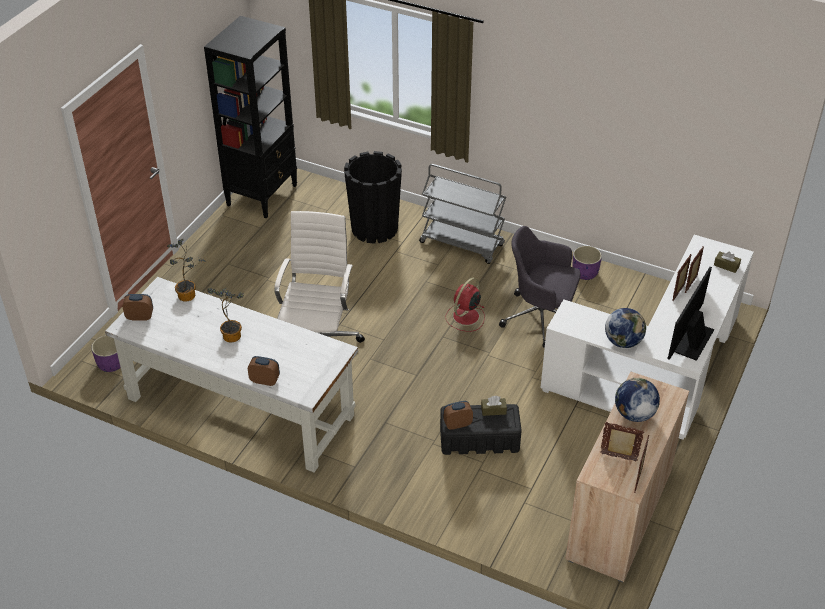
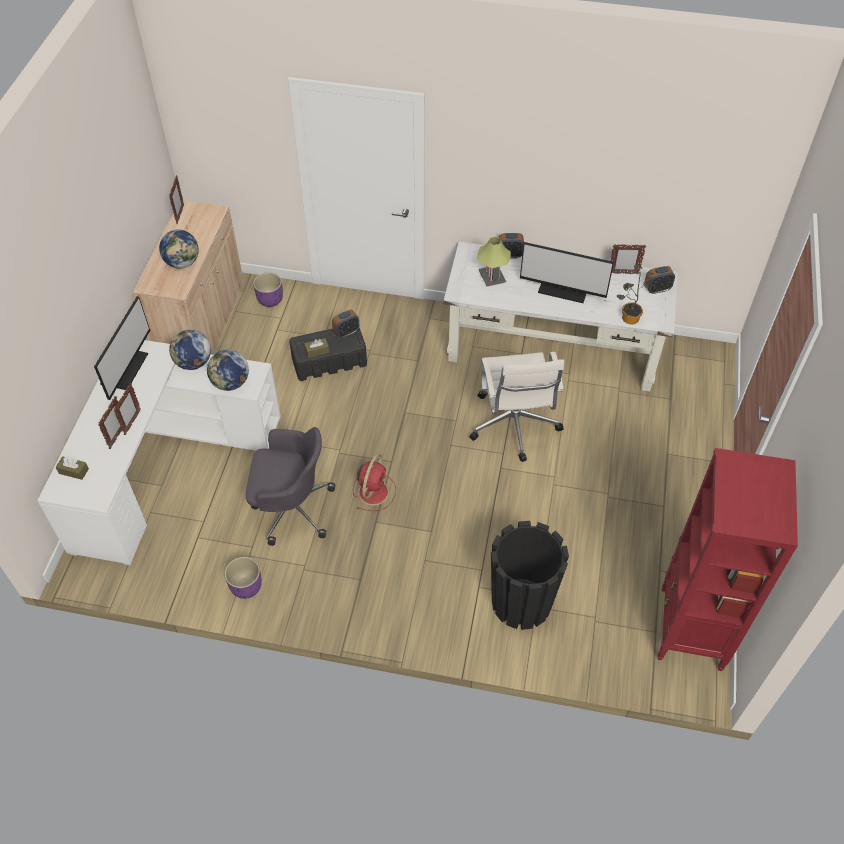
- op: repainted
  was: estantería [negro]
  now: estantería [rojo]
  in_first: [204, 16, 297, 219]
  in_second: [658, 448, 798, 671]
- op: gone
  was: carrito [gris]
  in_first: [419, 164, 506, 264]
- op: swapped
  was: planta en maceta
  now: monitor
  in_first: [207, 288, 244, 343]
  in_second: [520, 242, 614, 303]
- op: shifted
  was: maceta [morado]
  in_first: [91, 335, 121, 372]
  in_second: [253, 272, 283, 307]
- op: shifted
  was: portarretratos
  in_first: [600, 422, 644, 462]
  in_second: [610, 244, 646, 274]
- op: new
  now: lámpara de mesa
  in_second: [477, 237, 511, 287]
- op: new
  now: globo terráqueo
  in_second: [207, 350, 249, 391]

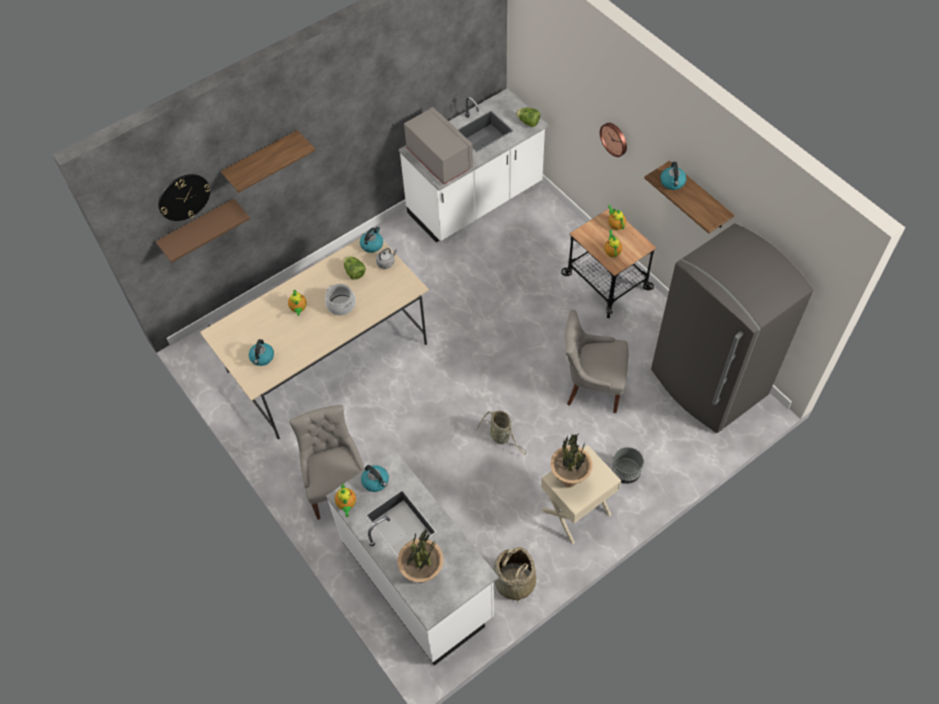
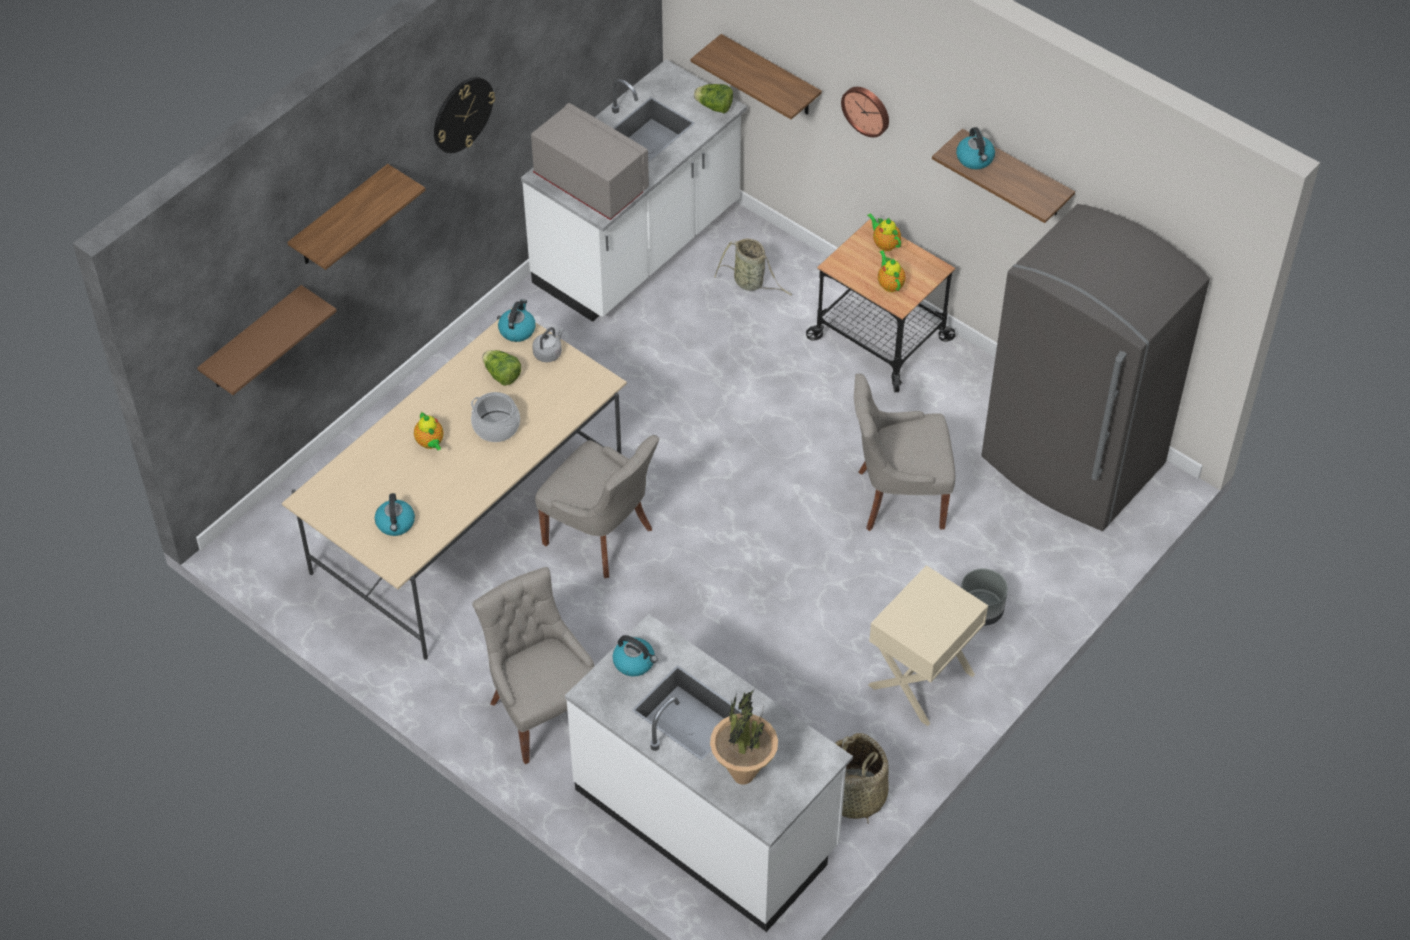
- op: shifted
  was: reloj de pared
  in_first: [158, 174, 210, 221]
  in_second: [434, 77, 495, 153]
- op: shifted
  was: cesta
  in_first: [476, 411, 527, 455]
  in_second: [714, 239, 792, 295]
- op: gone
  was: planta en maceta
  in_first: [550, 433, 593, 487]
- op: gone
  was: tetera
  in_first: [335, 483, 356, 517]
- op: new
  now: estante
  in_second: [691, 34, 822, 120]
- op: new
  now: silla [gris]
  in_second: [535, 435, 659, 578]

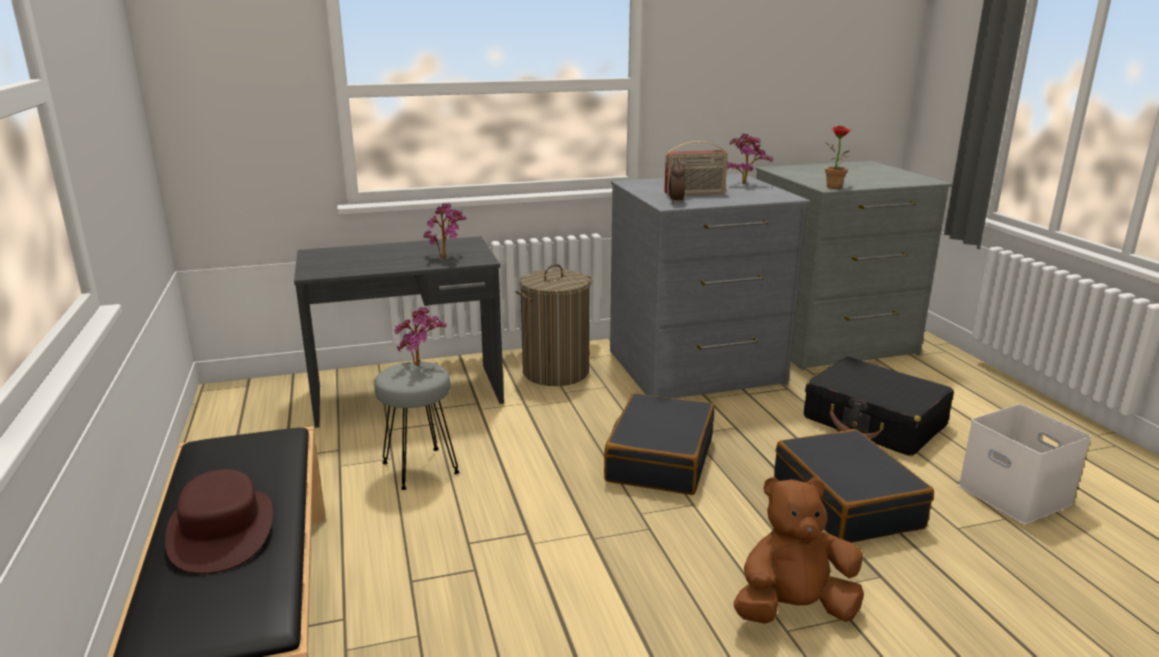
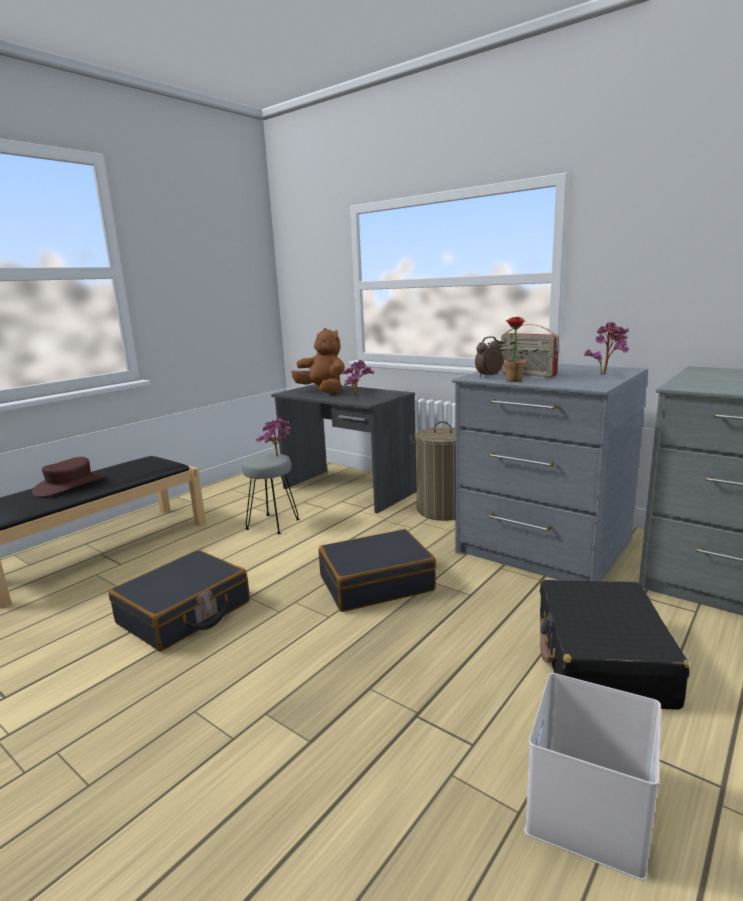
- op: shifted
  was: planta en maceta
  in_first: [825, 126, 852, 189]
  in_second: [498, 317, 540, 382]
- op: shifted
  was: maleta [negro]
  in_first: [774, 429, 934, 543]
  in_second: [109, 550, 250, 651]
- op: shifted
  was: peluche [marrón]
  in_first: [734, 477, 864, 624]
  in_second: [291, 328, 345, 394]

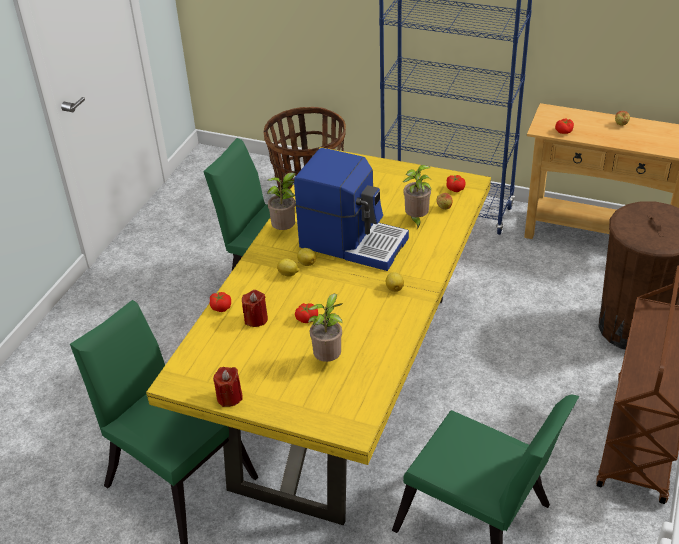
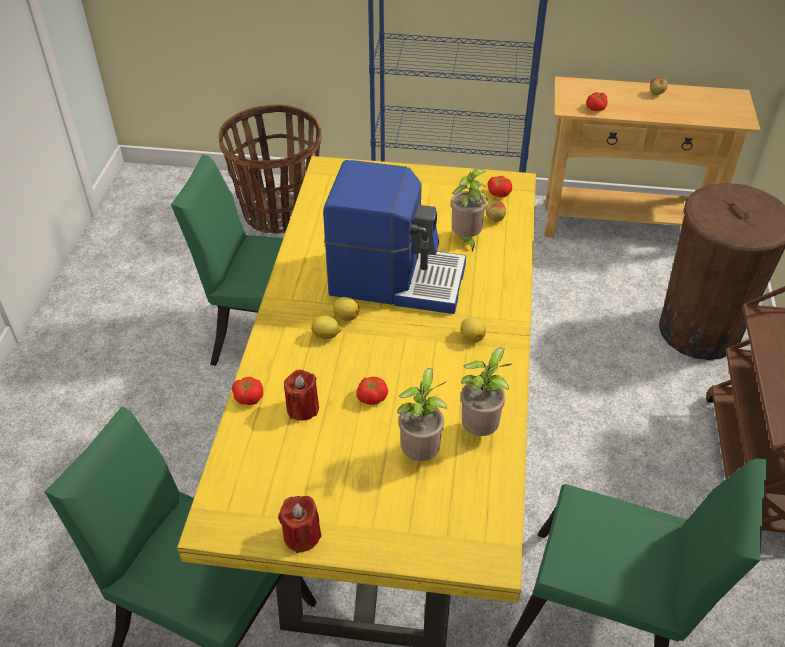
- op: shifted
  was: planta en maceta
  in_first: [267, 172, 296, 230]
  in_second: [461, 348, 511, 436]

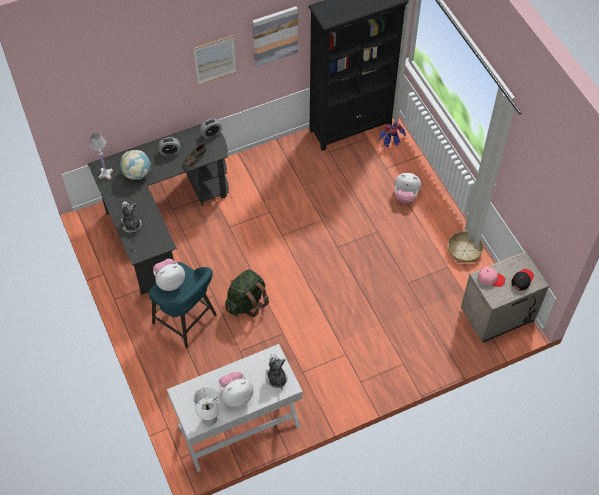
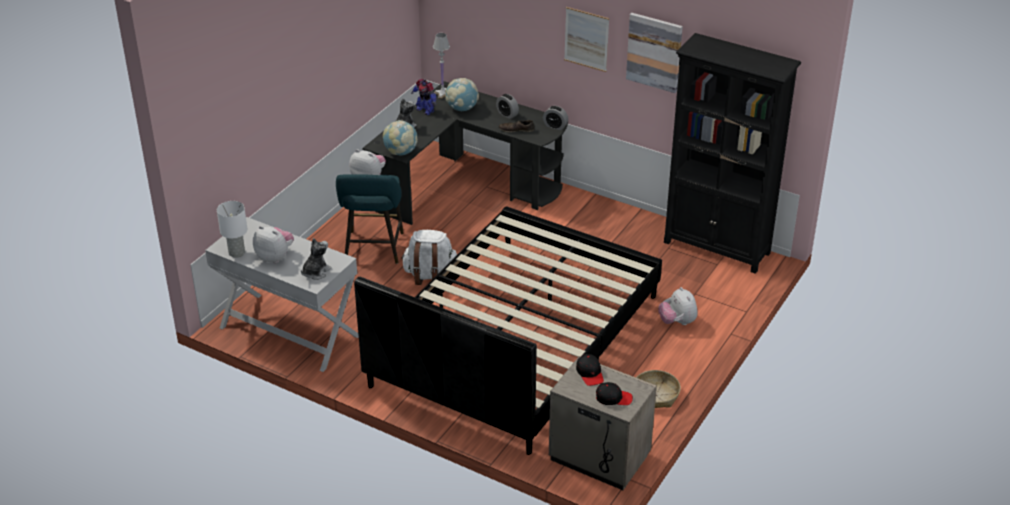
- op: shifted
  was: robot de juguete
  in_first: [379, 123, 406, 147]
  in_second: [411, 79, 437, 115]
- op: repainted
  was: gorra [rosa]
  now: gorra [negro]
  in_first: [478, 267, 505, 287]
  in_second: [576, 354, 604, 386]
- op: repainted
  was: mochila [verde]
  now: mochila [blanco]
  in_first: [225, 269, 269, 318]
  in_second: [401, 230, 457, 285]
- op: new
  now: globo terráqueo
  in_second: [383, 120, 418, 155]
- op: new
  now: cama [negro]
  in_second: [354, 206, 662, 455]

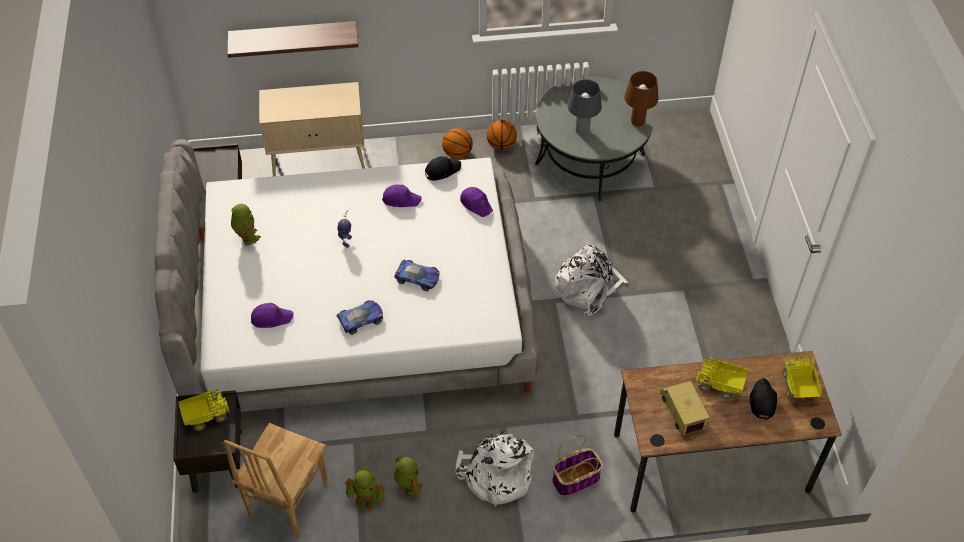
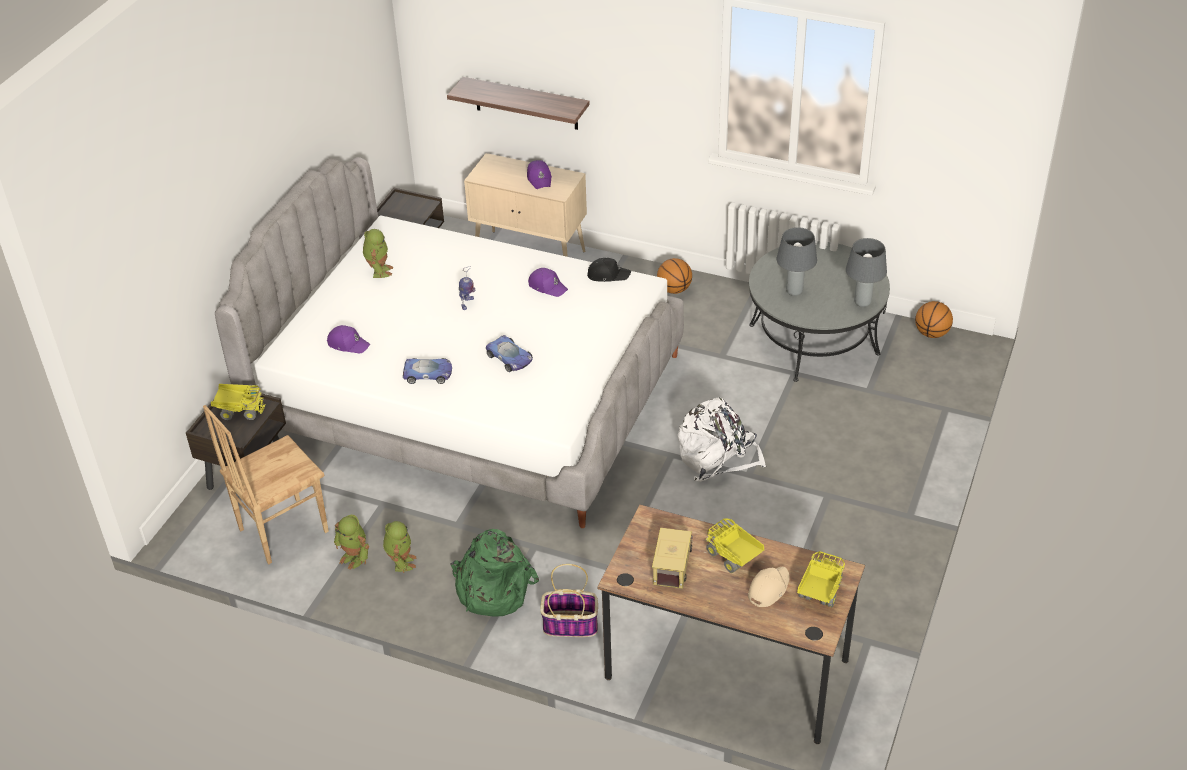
- op: repainted
  was: lámpara de mesa [marrón]
  now: lámpara de mesa [gris]
  in_first: [624, 71, 658, 126]
  in_second: [846, 238, 887, 307]
- op: shifted
  was: balón de baloncesto
  in_first: [487, 120, 517, 150]
  in_second: [915, 301, 953, 338]
- op: shifted
  was: gorra [morado]
  in_first: [460, 187, 493, 217]
  in_second: [527, 160, 552, 189]
- op: repainted
  was: gorra [negro]
  now: gorra [beis]
  in_first: [750, 378, 777, 420]
  in_second: [748, 567, 790, 607]
- op: repainted
  was: mochila [blanco]
  now: mochila [verde]
  in_first: [456, 431, 534, 506]
  in_second: [450, 529, 539, 617]

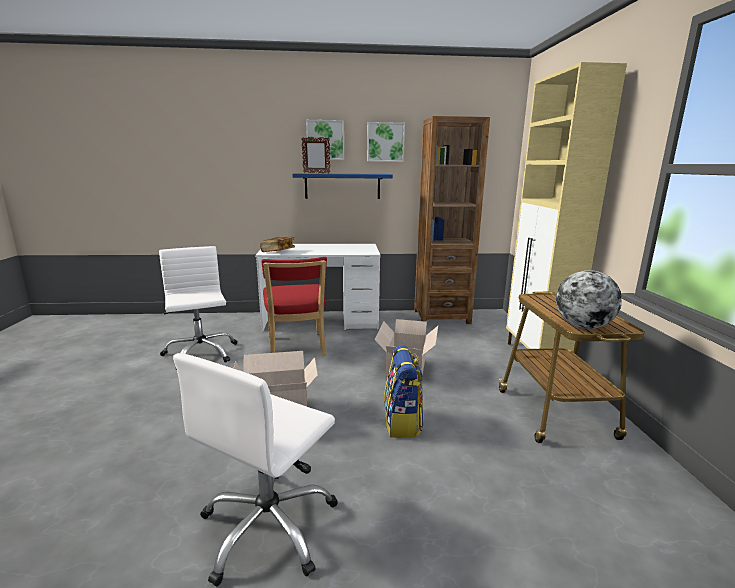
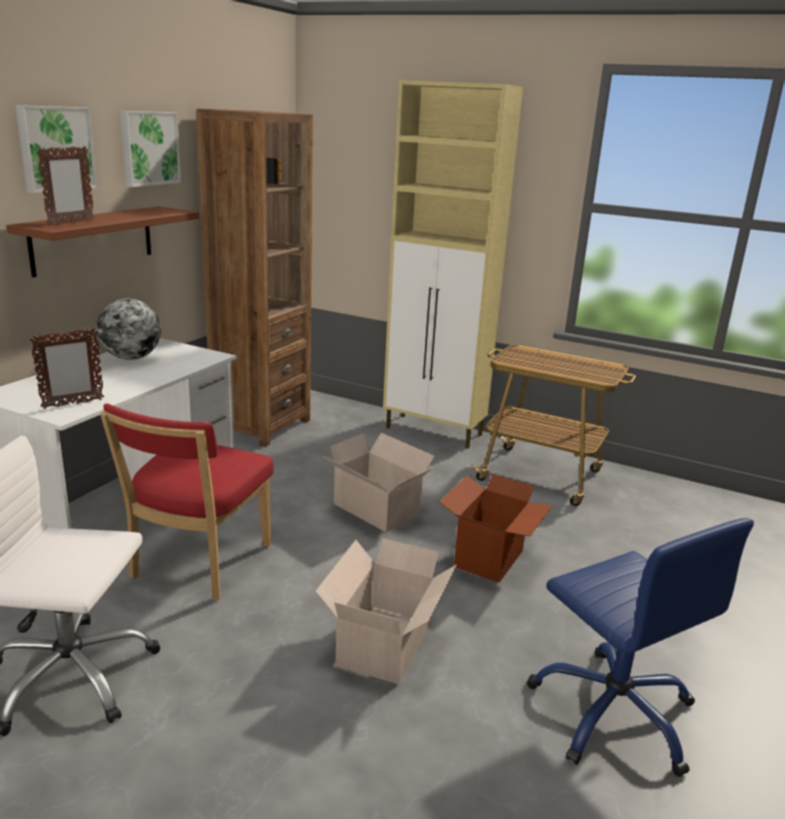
- op: repainted
  was: estante [azul]
  now: estante [marrón]
  in_first: [292, 173, 393, 199]
  in_second: [7, 206, 200, 277]
- op: swapped
  was: libro
  now: portarretratos
  in_first: [260, 237, 295, 252]
  in_second: [30, 328, 104, 409]
- op: rotated
  was: silla [rojo]
  in_first: [262, 257, 327, 355]
  in_second: [100, 404, 273, 600]
  clockwise: 90
- op: shifted
  was: globo terráqueo
  in_first: [556, 270, 622, 329]
  in_second: [97, 298, 161, 360]
- op: swapped
  was: mochila
  now: caja de cartón
  in_first: [384, 345, 424, 438]
  in_second: [439, 474, 552, 583]
- op: repainted
  was: silla de oficina [blanco]
  now: silla de oficina [azul]
  in_first: [173, 353, 338, 587]
  in_second: [527, 518, 754, 777]

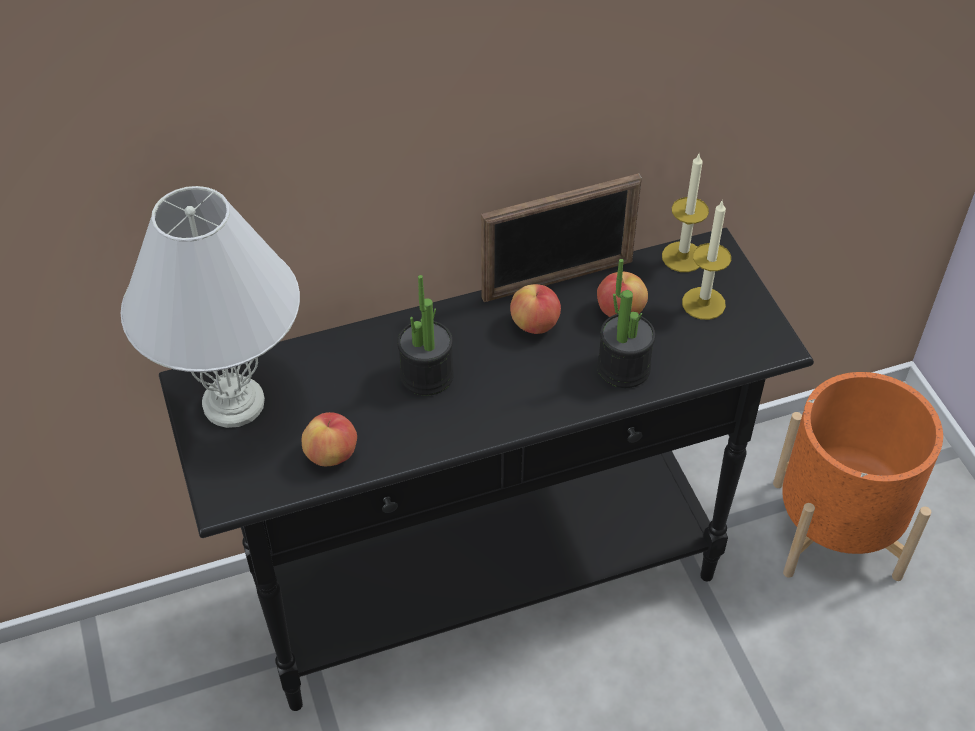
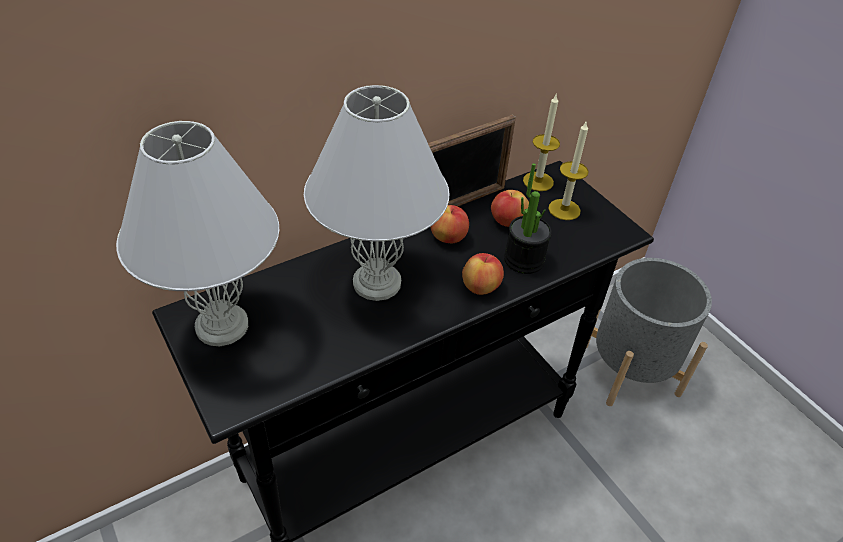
- op: swapped
  was: planta en maceta
  now: lámpara de mesa [blanco]
  in_first: [397, 275, 454, 396]
  in_second: [304, 85, 450, 301]
- op: repainted
  was: maceta [naranja]
  now: maceta [gris]
  in_first: [773, 372, 943, 581]
  in_second: [586, 258, 712, 406]
- op: shifted
  was: manzana
  in_first: [302, 412, 357, 466]
  in_second: [462, 253, 504, 295]

